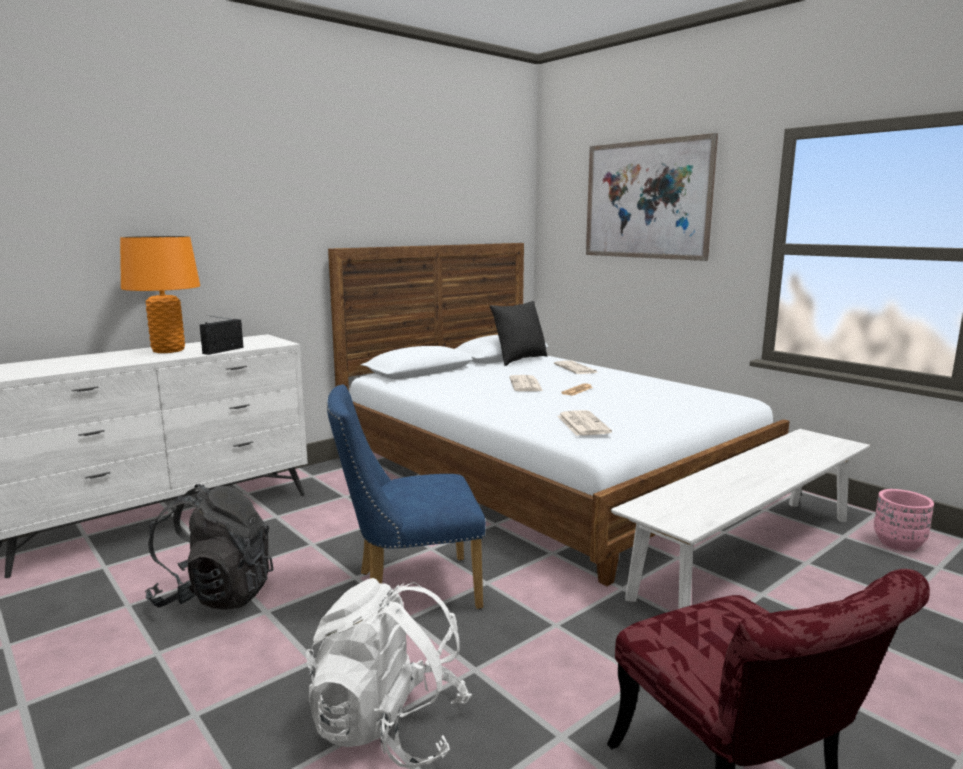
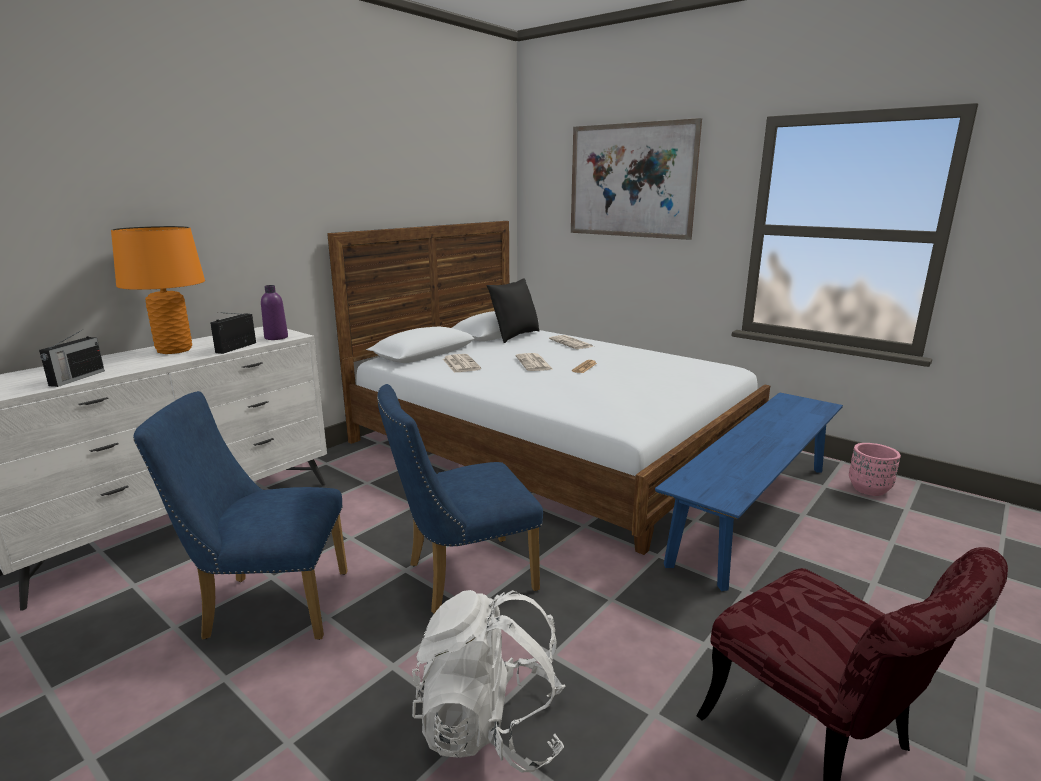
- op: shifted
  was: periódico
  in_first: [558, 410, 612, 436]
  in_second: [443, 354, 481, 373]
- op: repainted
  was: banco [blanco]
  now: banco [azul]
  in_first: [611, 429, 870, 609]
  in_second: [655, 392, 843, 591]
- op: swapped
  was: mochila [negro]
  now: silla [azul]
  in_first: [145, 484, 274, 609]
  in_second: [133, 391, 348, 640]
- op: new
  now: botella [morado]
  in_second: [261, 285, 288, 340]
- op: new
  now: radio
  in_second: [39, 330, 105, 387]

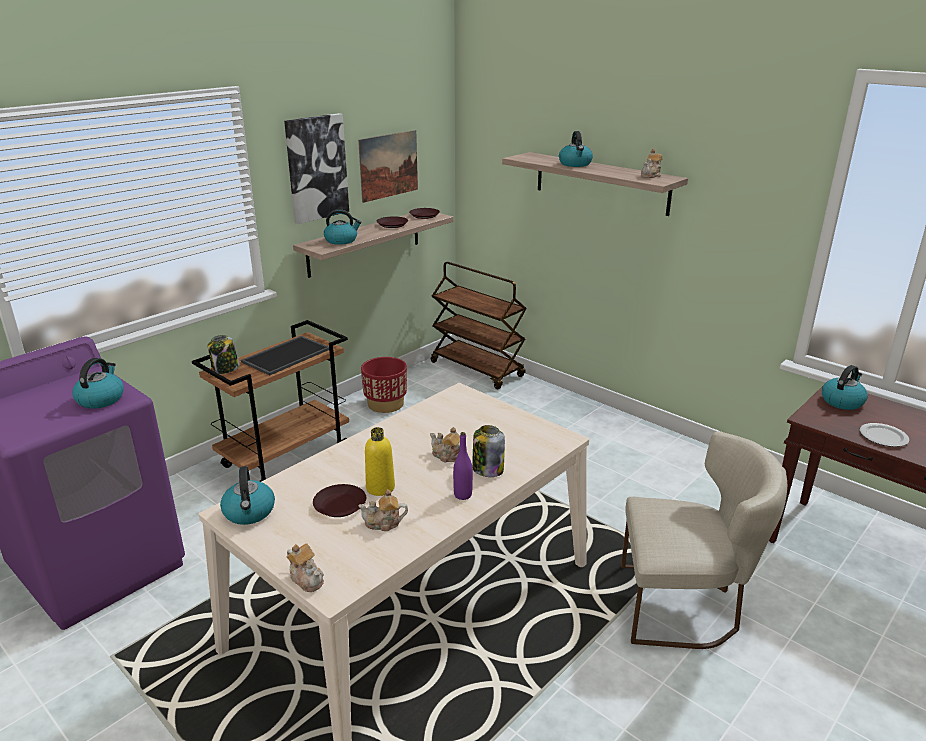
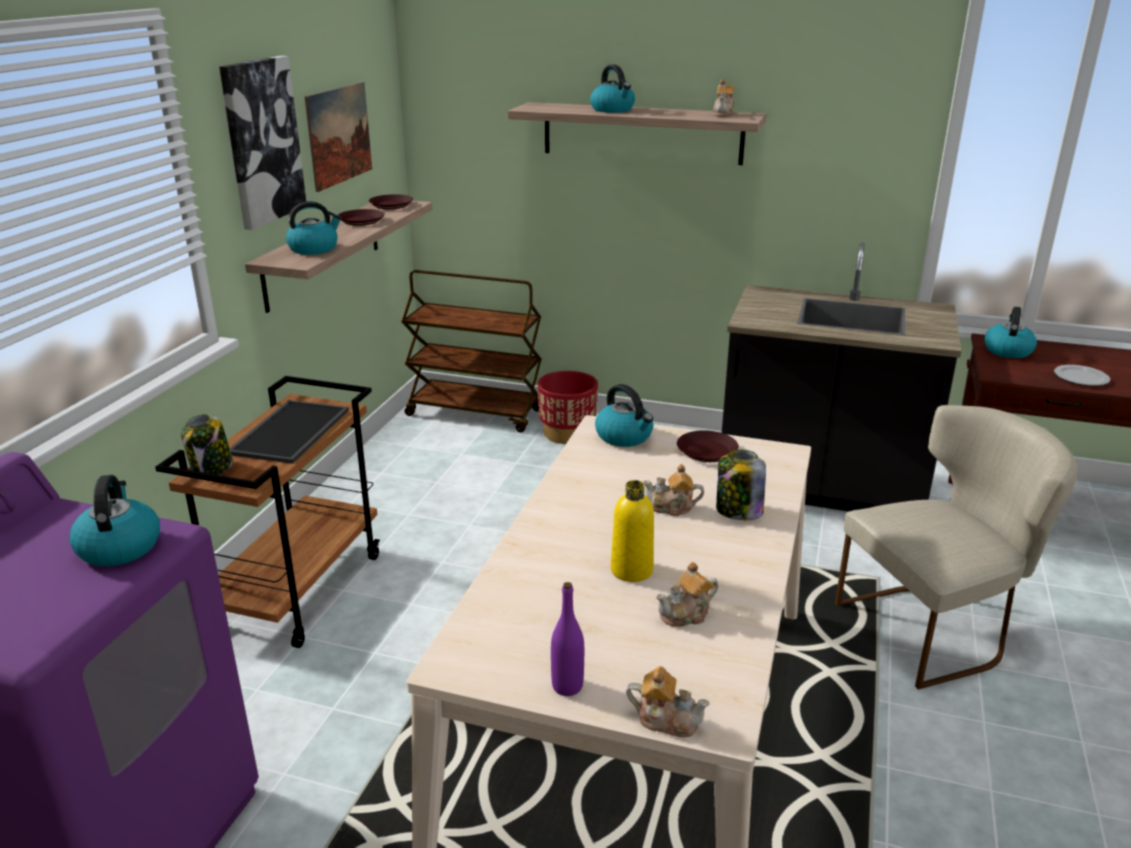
- op: shifted
  was: maceta [rojo]
  in_first: [361, 357, 407, 413]
  in_second: [538, 371, 598, 444]
- op: shifted
  was: botella [morado]
  in_first: [453, 432, 473, 500]
  in_second: [551, 582, 584, 696]
- op: shifted
  was: hervidor
  in_first: [220, 466, 275, 525]
  in_second: [595, 384, 653, 447]
- op: shifted
  was: plato [marrón]
  in_first: [313, 484, 366, 517]
  in_second: [677, 430, 739, 462]
- op: new
  now: mueble bajo de cocina [negro]
  in_second: [722, 243, 961, 512]

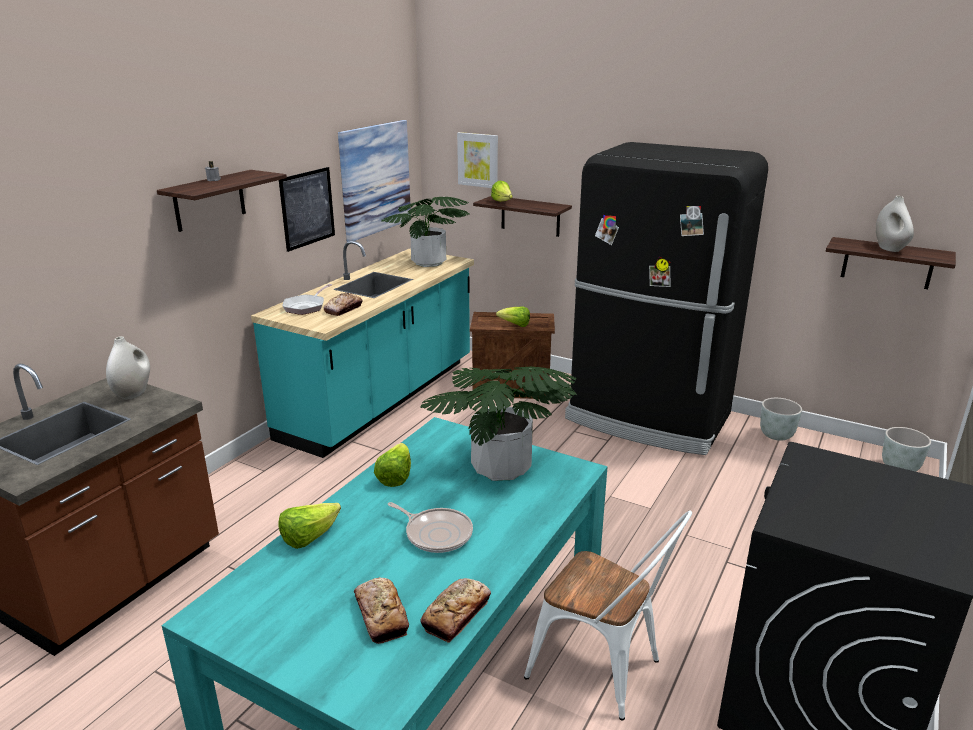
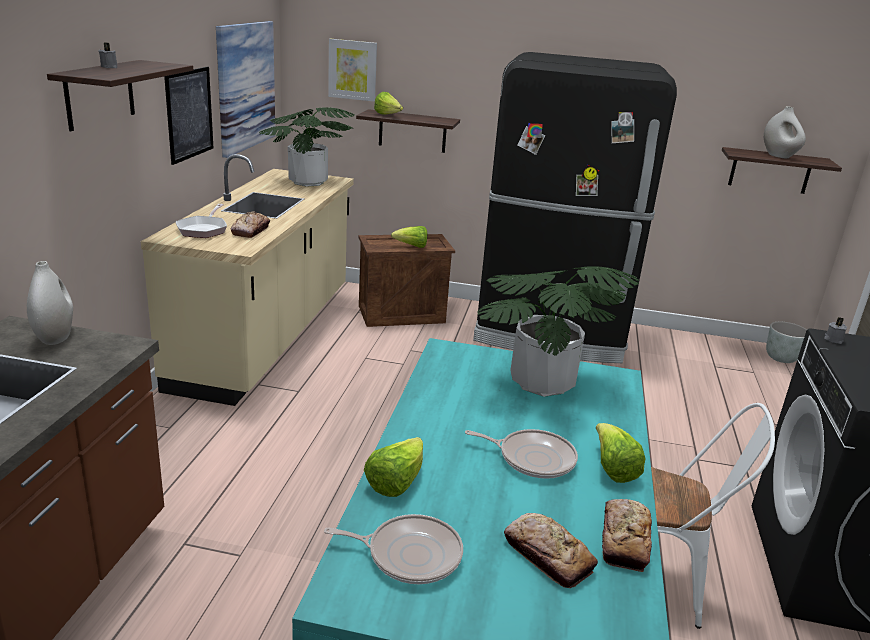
- op: repainted
  was: mueble bajo de cocina [turquesa]
  now: mueble bajo de cocina [beis]
  in_first: [251, 241, 474, 458]
  in_second: [141, 154, 354, 406]
- op: gone
  was: maceta [gris]
  in_first: [760, 398, 802, 441]
- op: shifted
  was: lechuga
  in_first: [374, 443, 411, 487]
  in_second: [596, 423, 646, 483]
- op: new
  now: vela [gris]
  in_second: [824, 317, 847, 344]
- op: new
  now: sartén
  in_second: [324, 514, 463, 584]

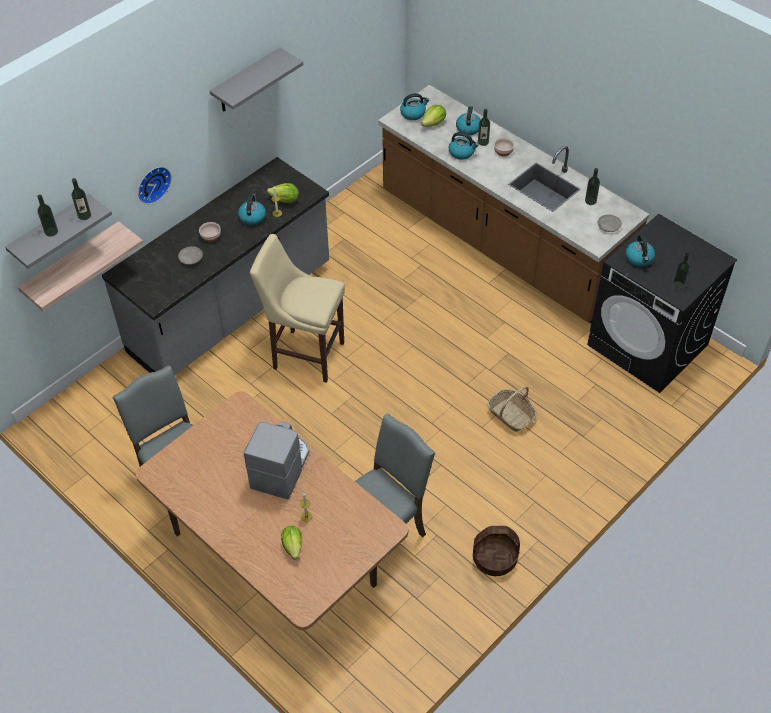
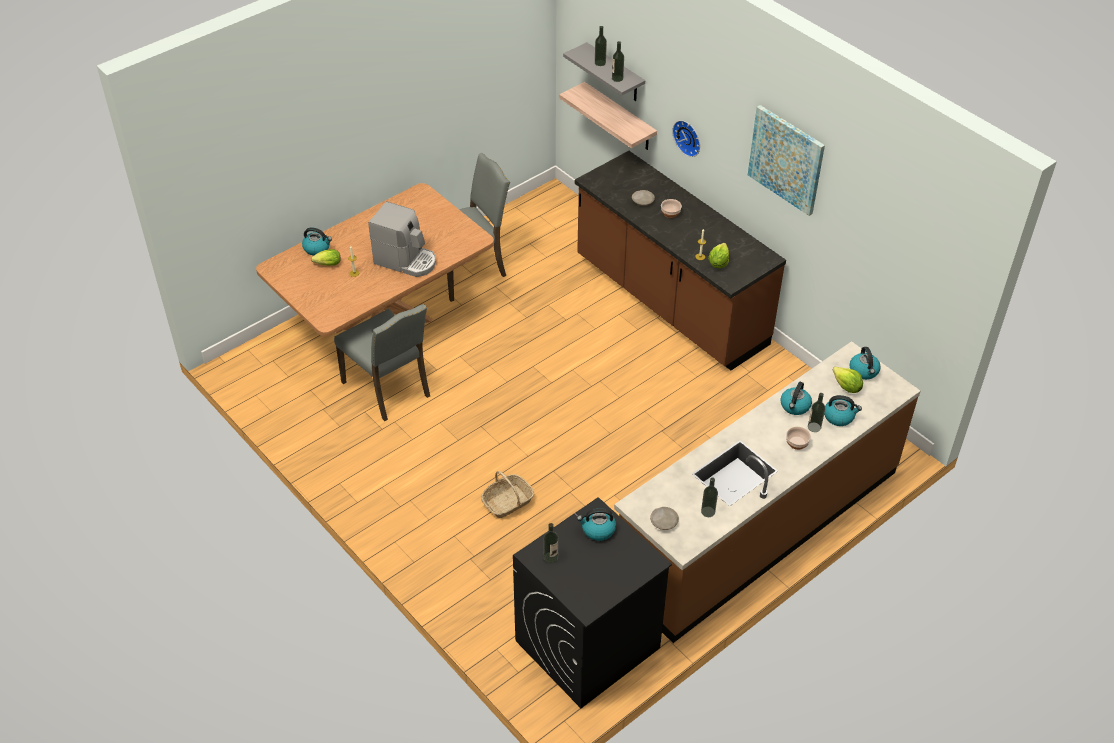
- op: swapped
  was: estante [gris]
  now: cuadro
  in_first: [210, 47, 303, 112]
  in_second: [748, 105, 825, 216]
- op: repainted
  was: mueble bajo de cocina [gris]
  now: mueble bajo de cocina [marrón]
  in_first: [102, 157, 329, 375]
  in_second: [575, 151, 786, 370]
- op: shifted
  was: hervidor
  in_first: [238, 194, 266, 225]
  in_second: [302, 227, 332, 255]
- op: gone
  was: taburete [beis]
  in_first: [250, 234, 345, 383]
- op: gone
  was: cesta
  in_first: [473, 526, 520, 576]

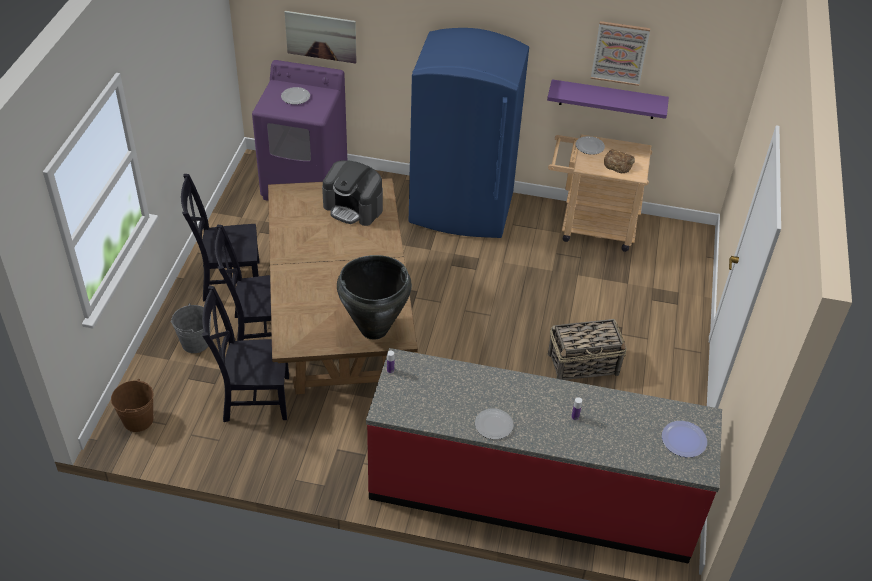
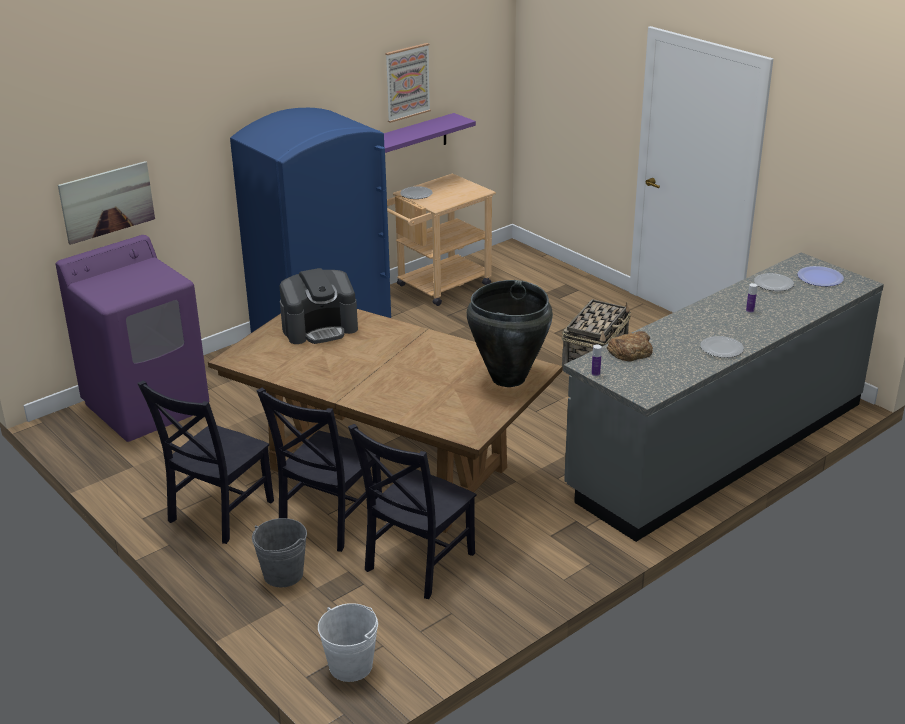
- op: shifted
  was: plato
  in_first: [281, 87, 310, 104]
  in_second: [754, 273, 794, 291]
- op: shifted
  was: pan
  in_first: [604, 150, 635, 173]
  in_second: [607, 331, 653, 361]
- op: repainted
  was: mueble bajo de cocina [rojo]
  now: mueble bajo de cocina [gris]
  in_first: [366, 348, 722, 564]
  in_second: [564, 253, 884, 542]
- op: repainted
  was: cubo [marrón]
  now: cubo [blanco]
  in_first: [111, 379, 153, 432]
  in_second: [318, 603, 378, 682]

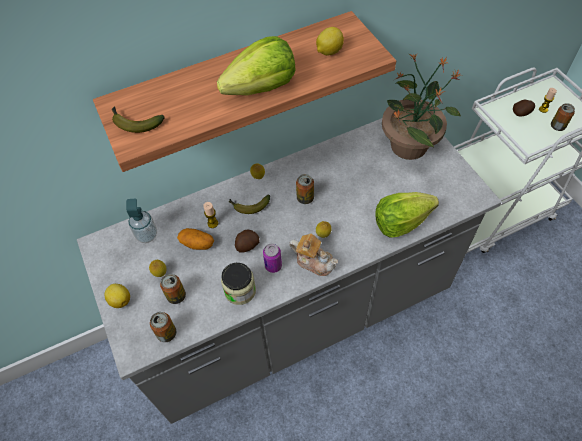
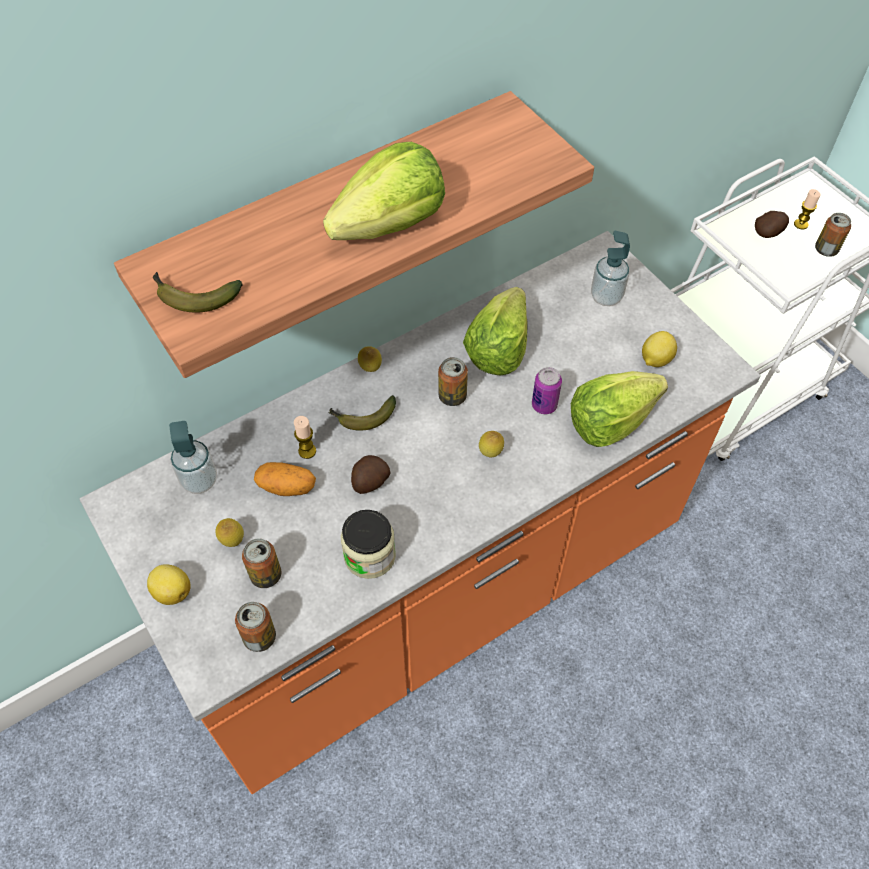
- op: shifted
  was: limón
  in_first: [316, 27, 344, 55]
  in_second: [642, 331, 677, 367]
- op: swapped
  was: planta en maceta
  now: dispensador de jabón
  in_first: [382, 53, 461, 160]
  in_second: [591, 231, 630, 306]
- op: repainted
  was: mueble bajo de cocina [gris]
  now: mueble bajo de cocina [naranja]
  in_first: [77, 118, 502, 424]
  in_second: [80, 231, 761, 794]
- op: gone
  was: tetera
  in_first: [289, 234, 338, 276]
- op: shifted
  was: lata
  in_first: [263, 244, 282, 273]
  in_second: [532, 367, 562, 414]
- op: new
  now: lechuga
  in_second: [463, 287, 528, 375]

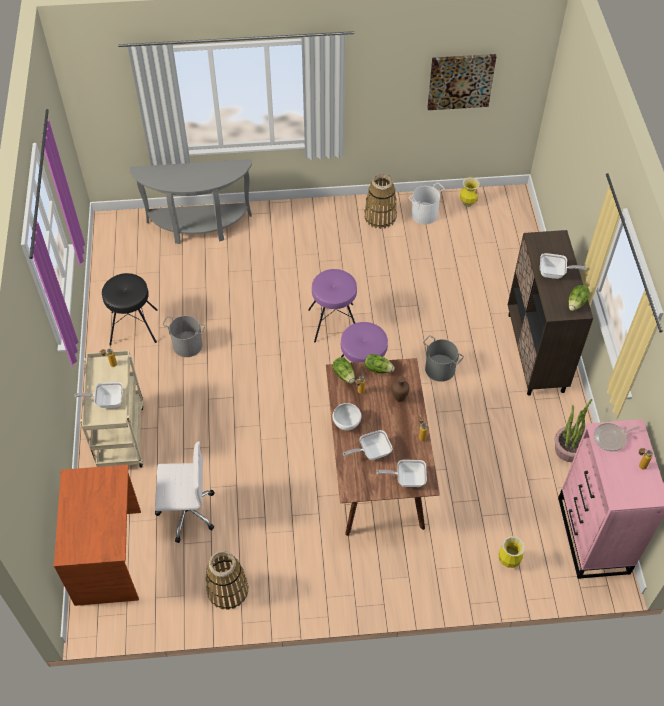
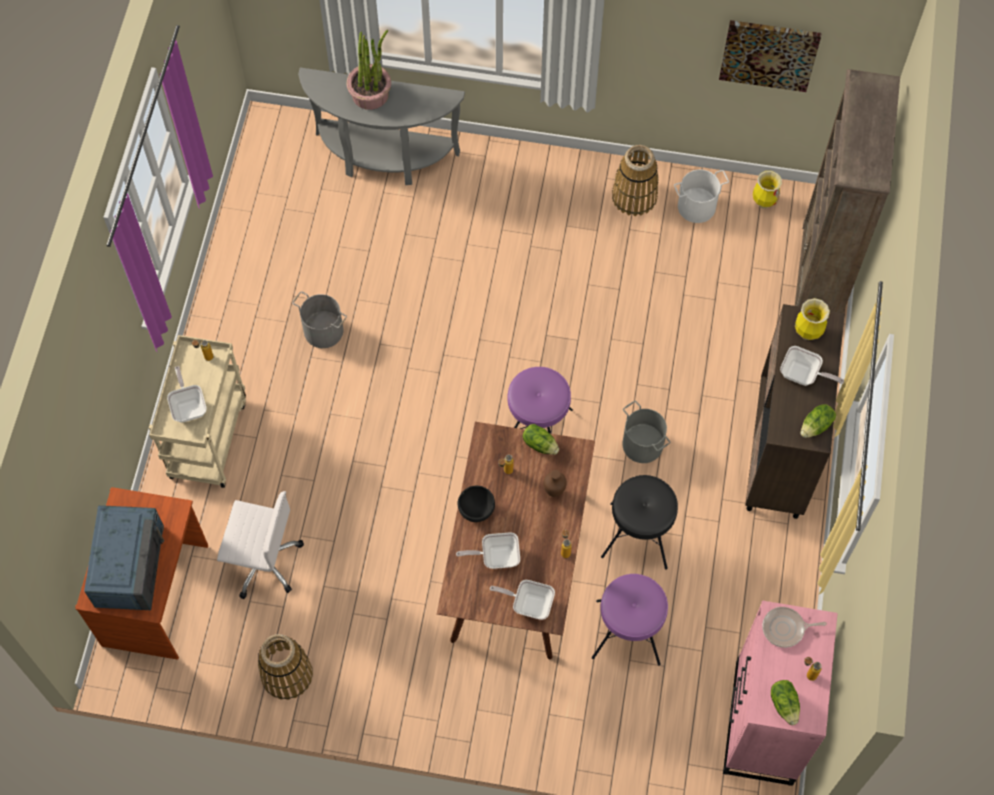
- op: shifted
  was: taburete [morado]
  in_first: [308, 269, 357, 342]
  in_second: [592, 574, 668, 666]
- op: shifted
  was: taburete [negro]
  in_first: [102, 273, 158, 346]
  in_second: [601, 475, 678, 570]
- op: shifted
  was: lechuga
  in_first: [333, 357, 355, 384]
  in_second: [771, 680, 800, 725]
- op: rotated
  was: sartén
  in_first: [74, 382, 123, 408]
  in_second: [167, 366, 207, 423]
  clockwise: 60
- op: shifted
  was: planta en maceta
  in_first: [555, 399, 592, 462]
  in_second: [347, 30, 391, 110]
- op: repainted
  was: cuenco [blanco]
  now: cuenco [negro]
  in_first: [332, 403, 362, 431]
  in_second: [458, 486, 495, 522]
- op: shifted
  was: florero
  in_first: [499, 536, 525, 568]
  in_second: [795, 298, 830, 340]
- op: new
  now: estantería [marrón]
  in_second: [795, 69, 900, 313]
- op: new
  now: microondas [azul]
  in_second: [84, 505, 164, 610]

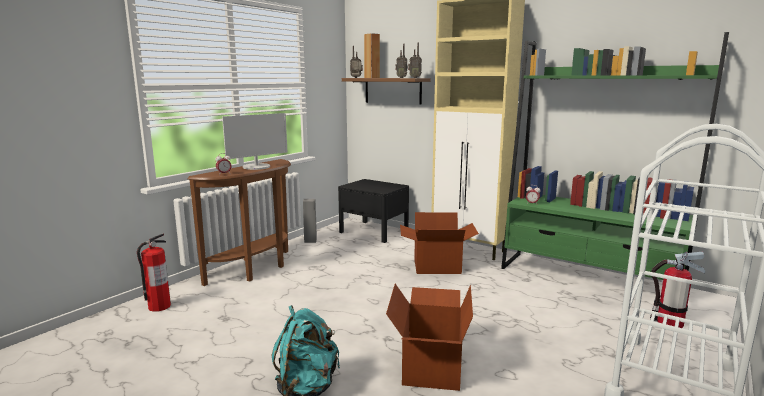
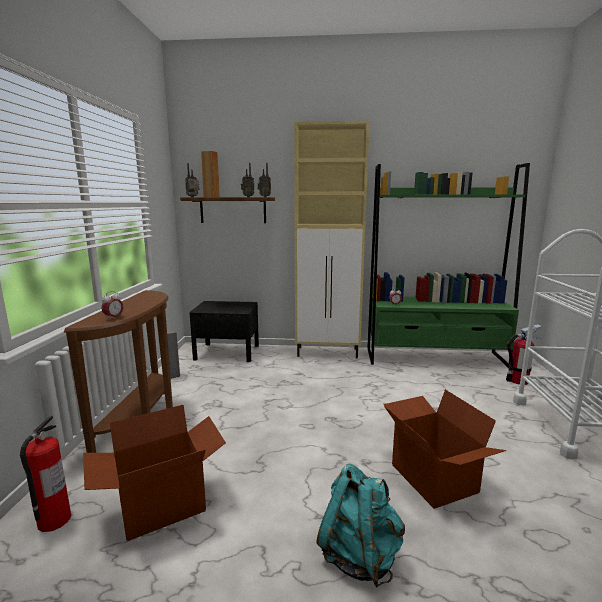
- op: gone
  was: monitor
  in_first: [222, 113, 287, 170]
- op: shifted
  was: caja de cartón
  in_first: [400, 212, 479, 274]
  in_second: [83, 405, 226, 541]

